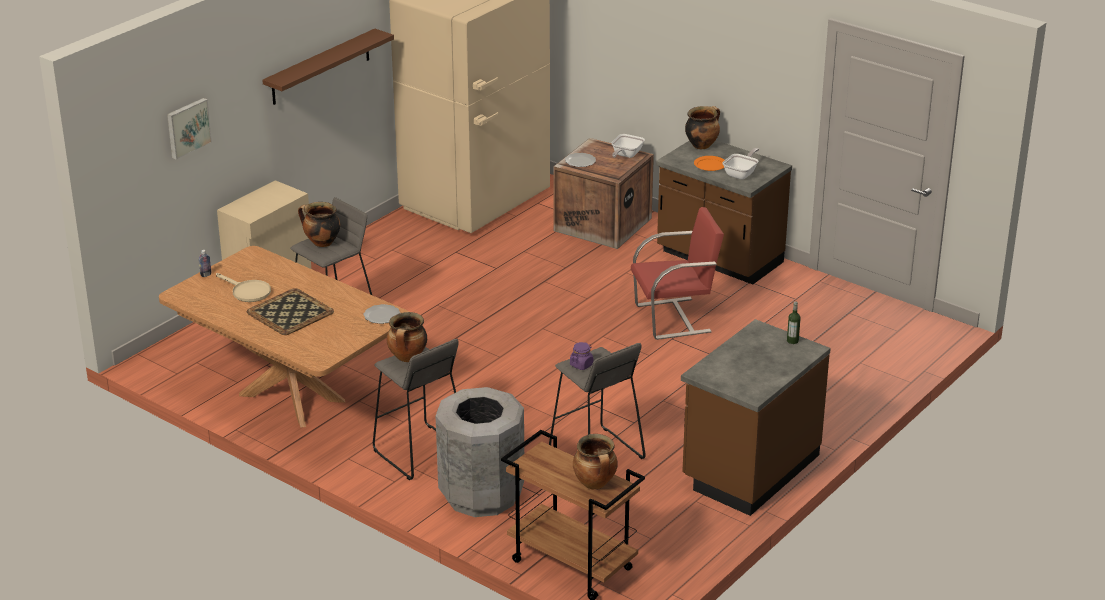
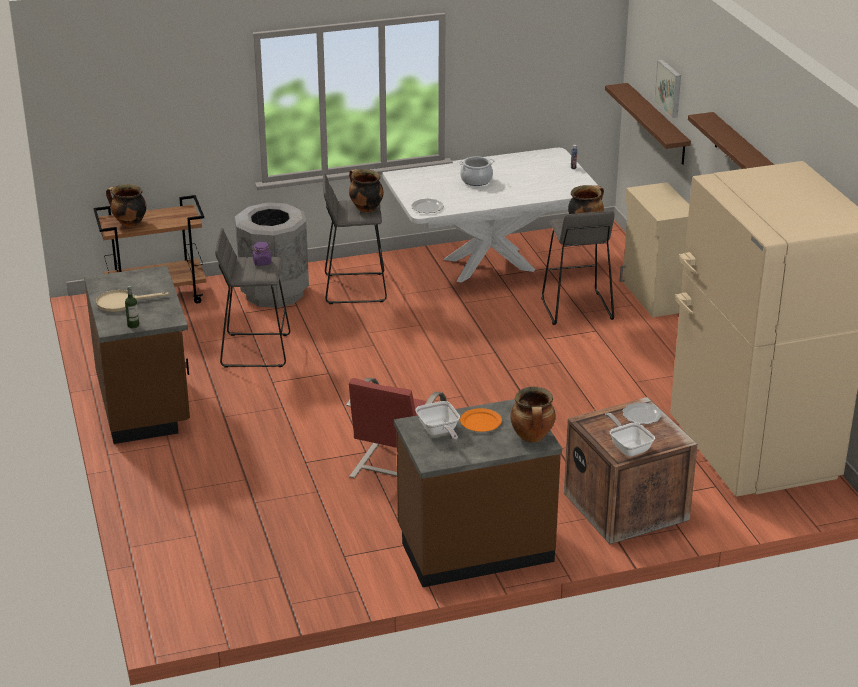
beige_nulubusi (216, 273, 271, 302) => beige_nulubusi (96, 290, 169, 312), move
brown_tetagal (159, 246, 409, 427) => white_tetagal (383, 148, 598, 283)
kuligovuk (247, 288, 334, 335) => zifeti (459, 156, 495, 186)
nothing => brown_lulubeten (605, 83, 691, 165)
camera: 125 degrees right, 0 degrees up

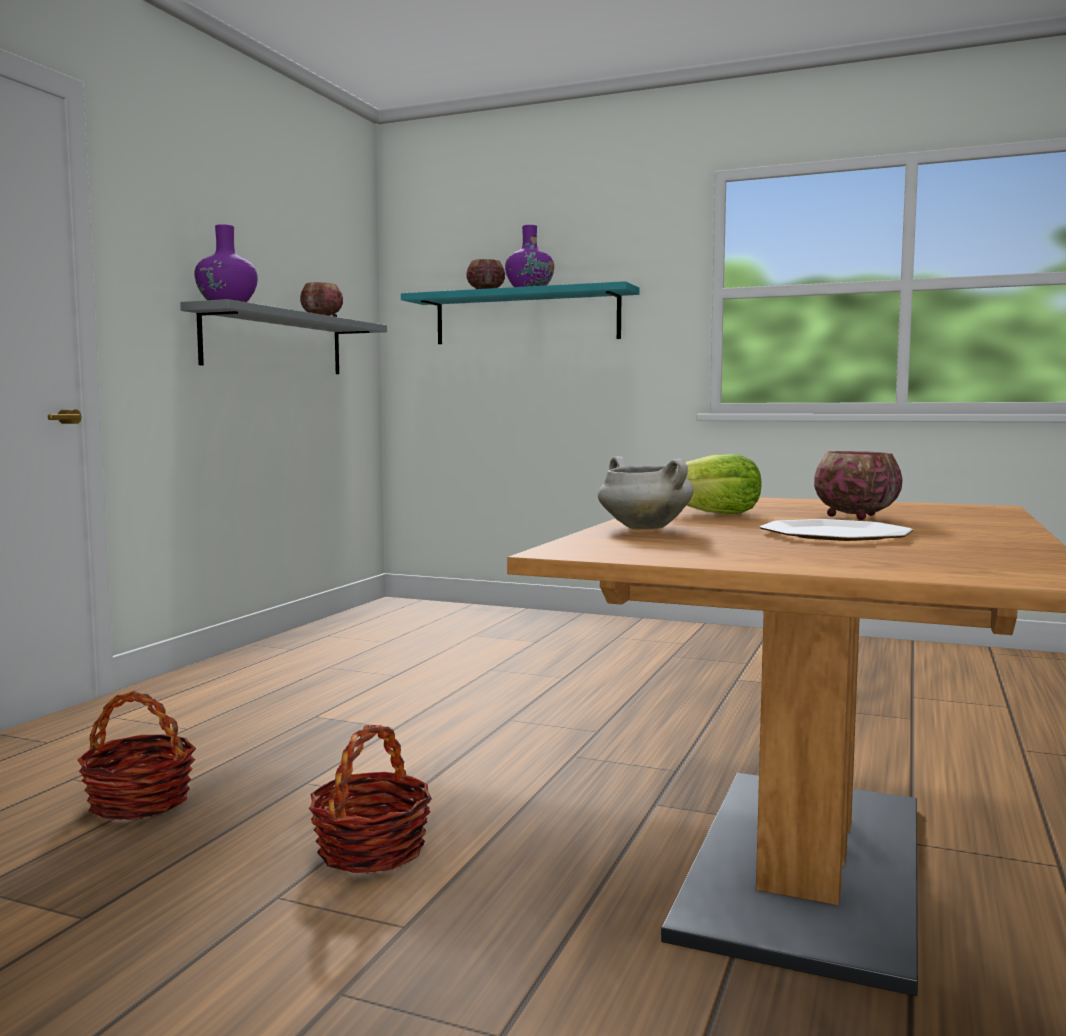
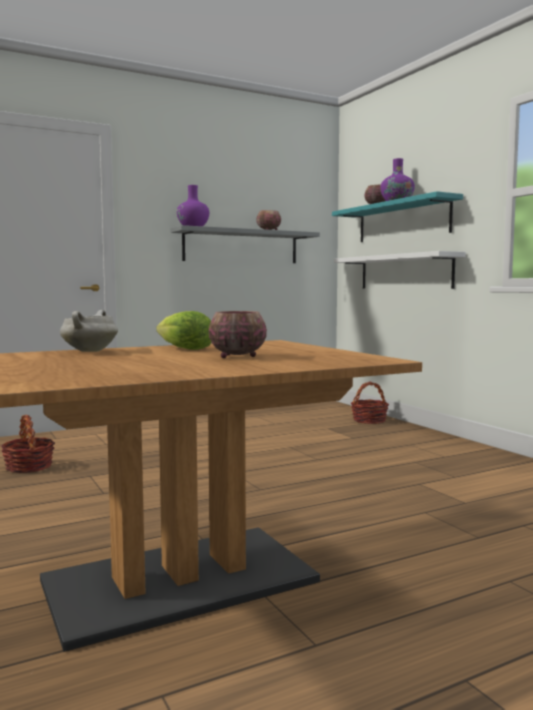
nothing => white_lulubeten (334, 251, 466, 289)
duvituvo (309, 725, 432, 874) => duvituvo (351, 381, 389, 424), move
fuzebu (760, 519, 913, 541) => nothing
camera: 40 degrees right, 0 degrees up

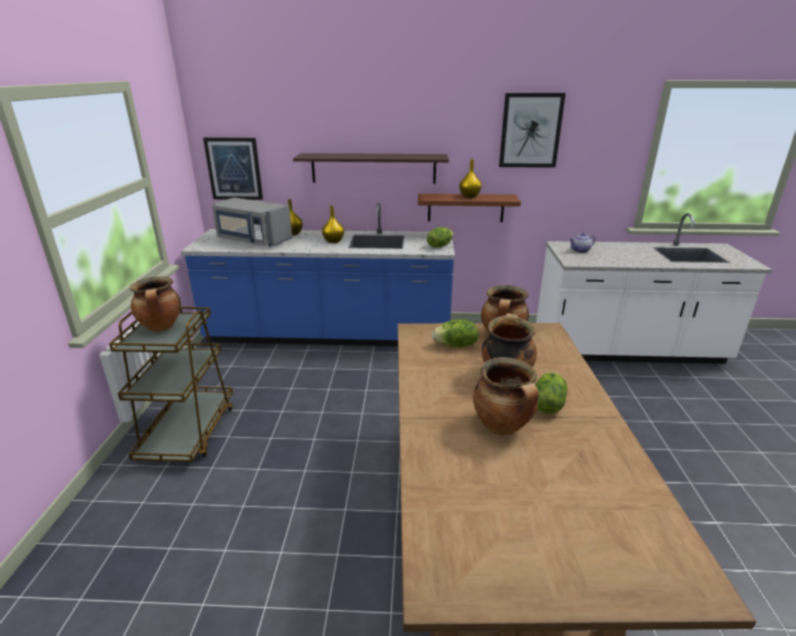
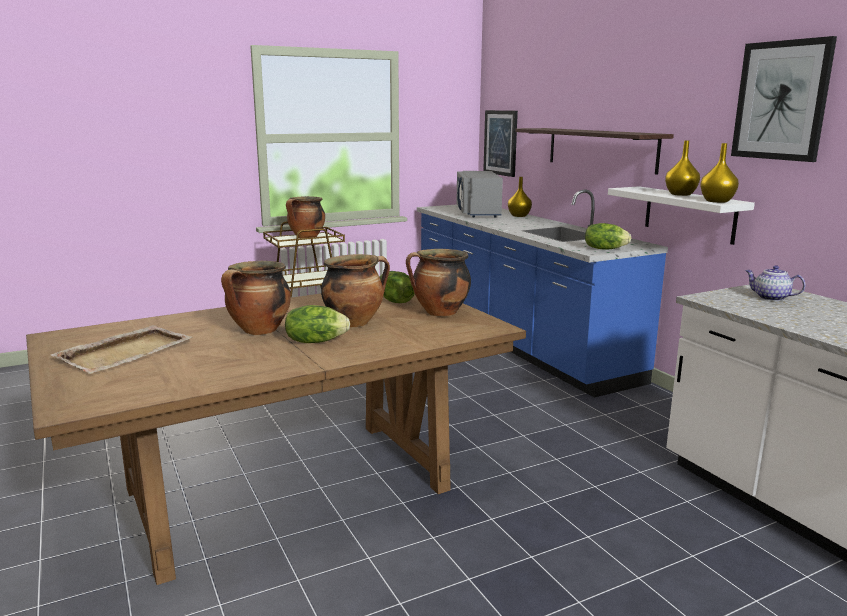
nothing => beige_kuligovuk (51, 325, 193, 374)
brown_lulubeten (418, 194, 521, 222) => white_lulubeten (608, 186, 755, 245)
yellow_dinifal (322, 206, 344, 243) => yellow_dinifal (700, 143, 739, 203), move
camera: 60 degrees right, 10 degrees down

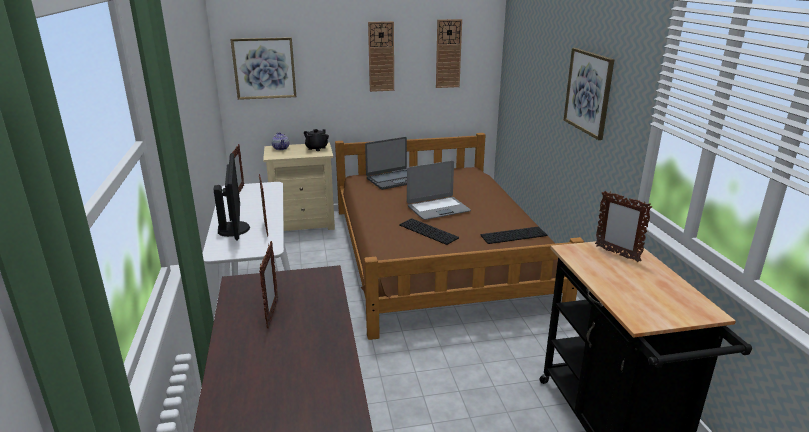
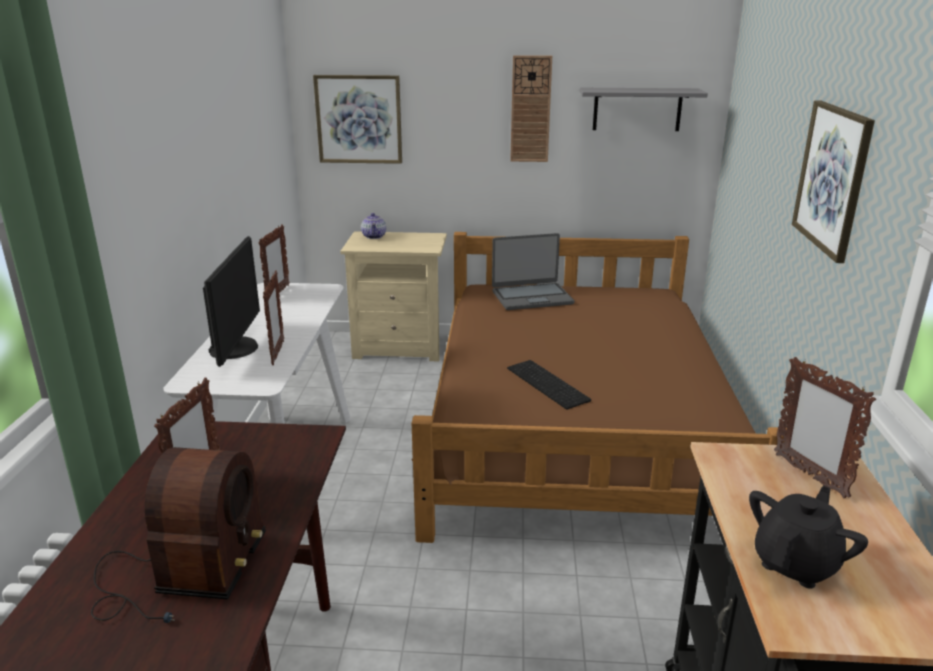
nothing => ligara (91, 447, 266, 623)
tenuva (436, 19, 462, 88) => grey_lulubeten (580, 88, 708, 131)
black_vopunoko (304, 129, 329, 151) => black_vopunoko (749, 486, 868, 588), move
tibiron (407, 161, 471, 220) => nothing
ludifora (480, 227, 547, 244) => nothing
camera: 15 degrees right, 0 degrees up

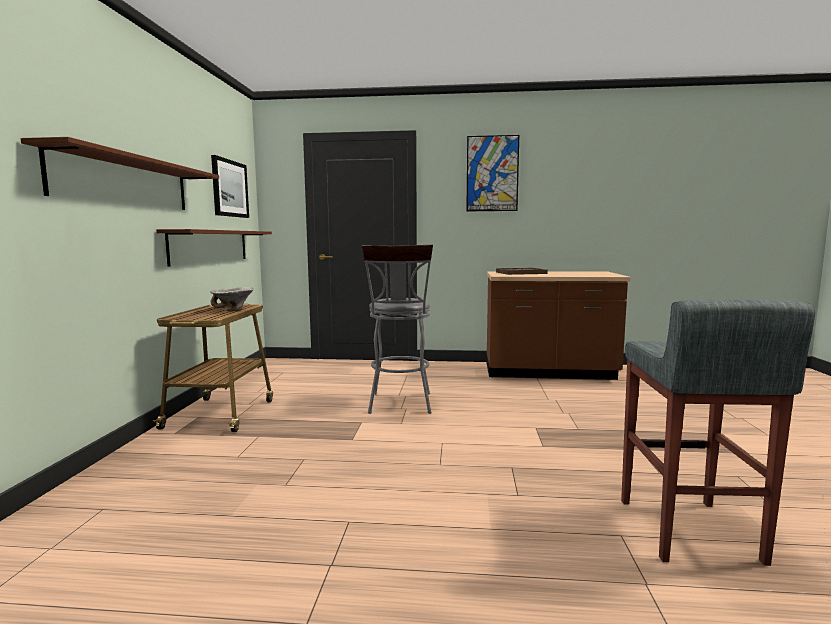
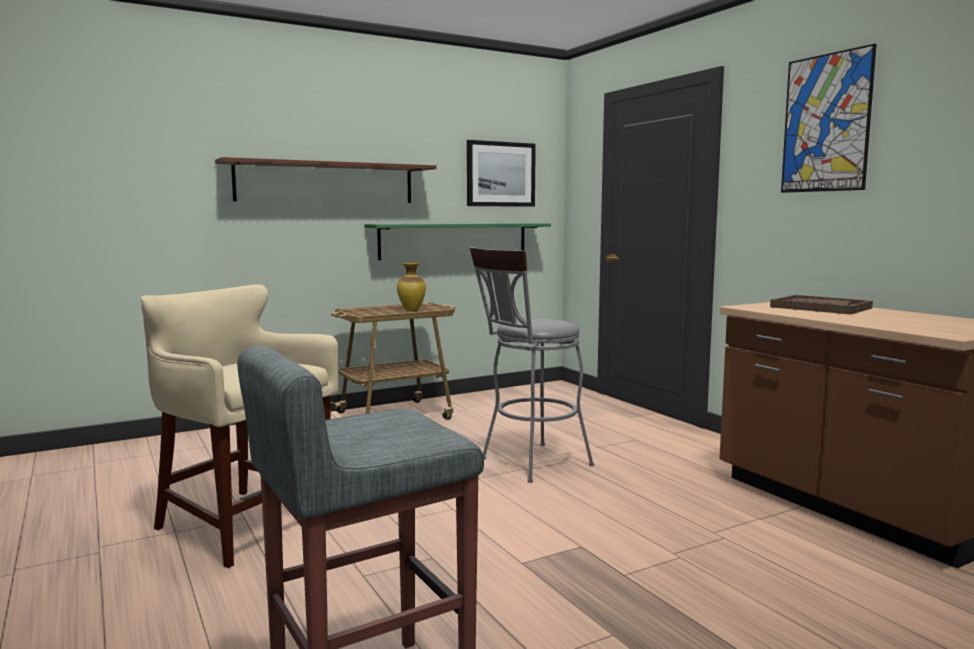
nothing => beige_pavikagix (140, 284, 339, 568)
brown_lulubeten (156, 229, 272, 267) => green_lulubeten (364, 223, 551, 260)
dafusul (210, 287, 254, 311) => dinifal (397, 263, 426, 311)
camera: 55 degrees right, 0 degrees up

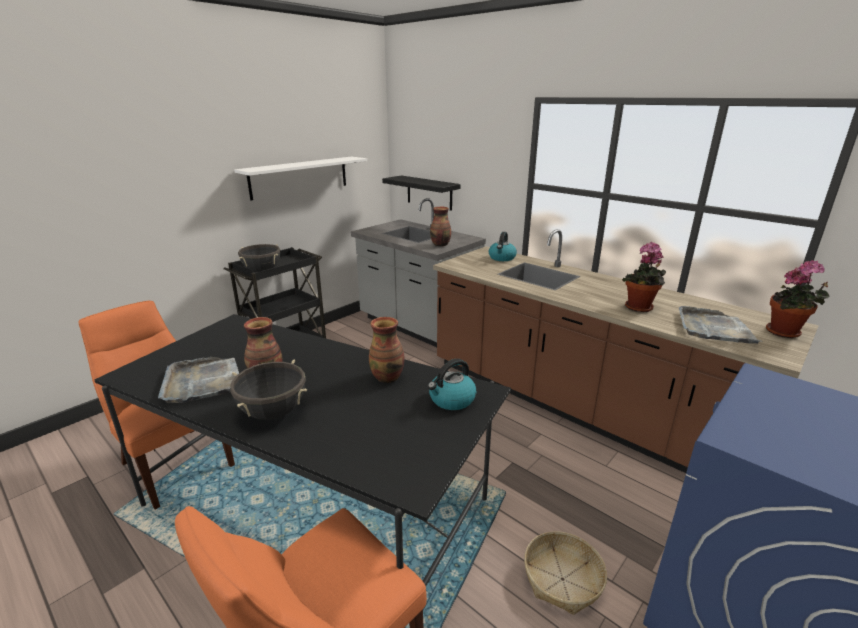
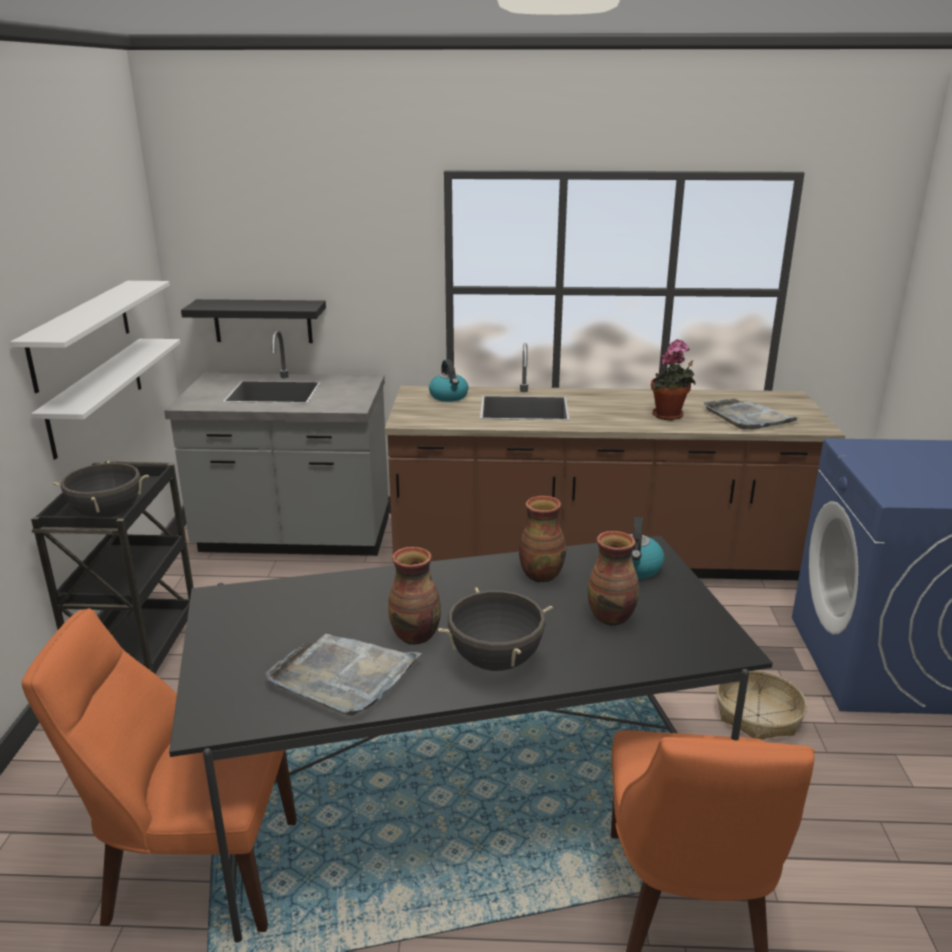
nothing => white_lulubeten (31, 339, 180, 460)
dinifal (430, 206, 451, 246) => dinifal (588, 531, 639, 626), move
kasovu (766, 260, 829, 338) => nothing
camera: 40 degrees left, 0 degrees up

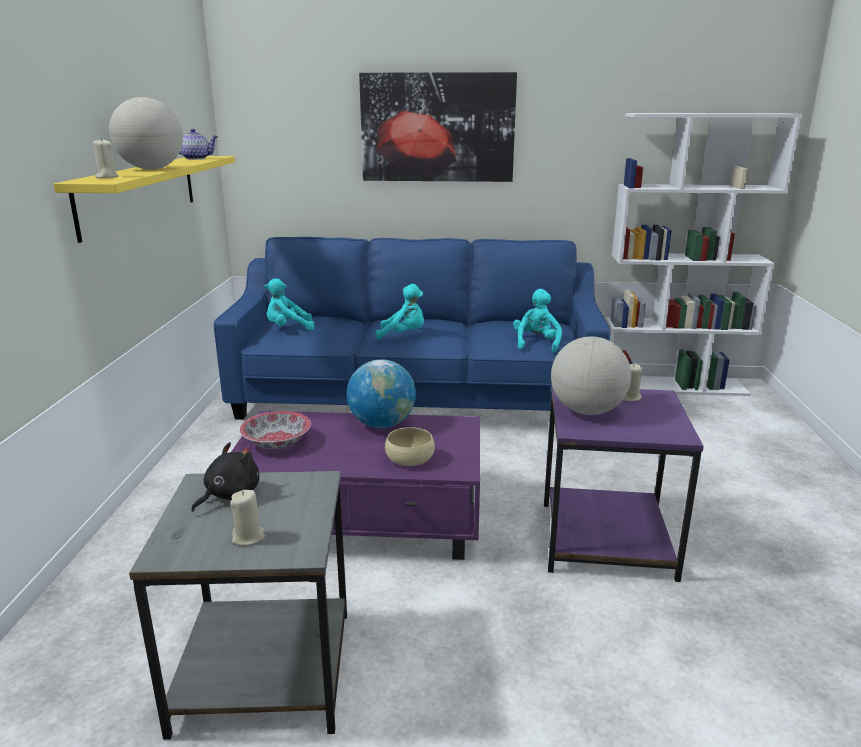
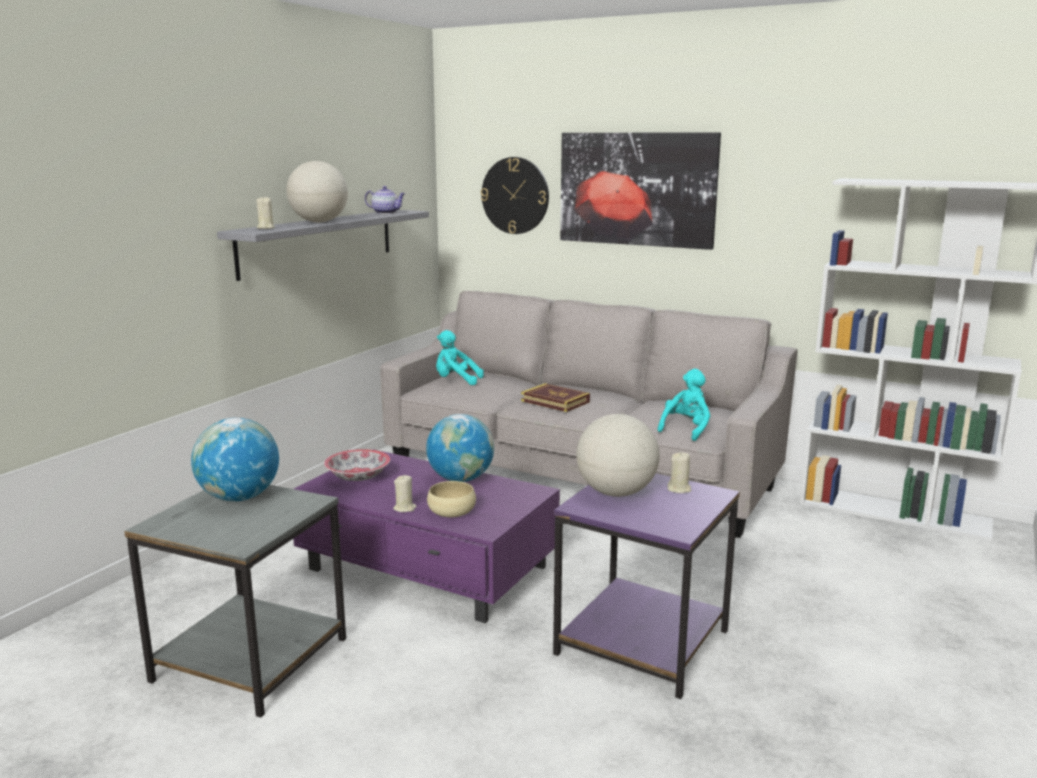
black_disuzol (191, 442, 259, 512) => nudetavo (191, 418, 279, 501)
yellow_lulubeten (54, 156, 235, 243) => grey_lulubeten (217, 210, 429, 281)
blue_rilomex (214, 237, 610, 420) => grey_rilomex (380, 291, 798, 538)
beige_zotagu (230, 490, 265, 546) => beige_zotagu (393, 475, 417, 512), move
nothing => tenuva (481, 157, 549, 234)
turquoise_disuzol (376, 284, 424, 340) => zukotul (521, 383, 590, 412)
camera: 25 degrees right, 5 degrees down

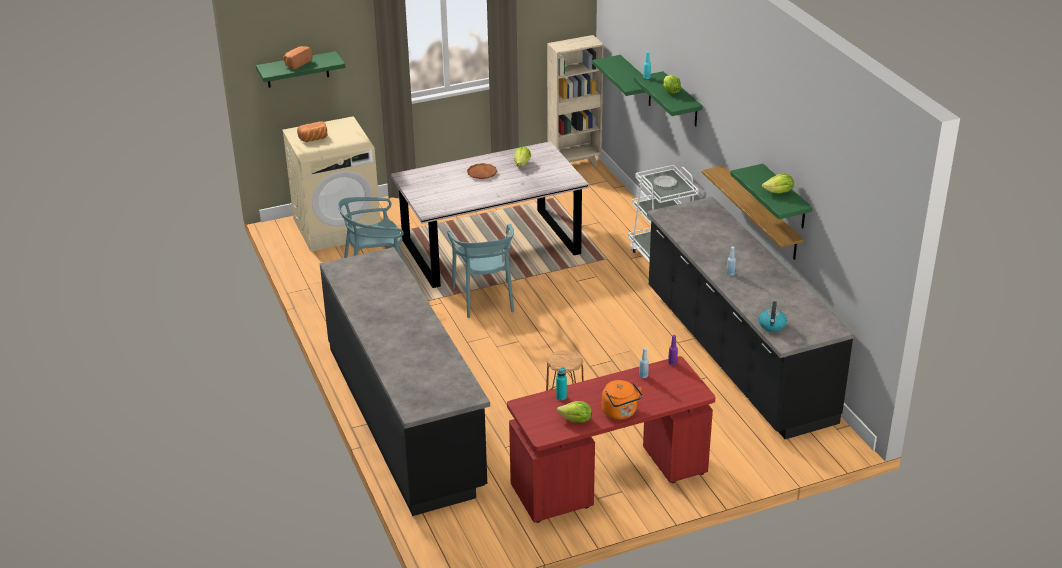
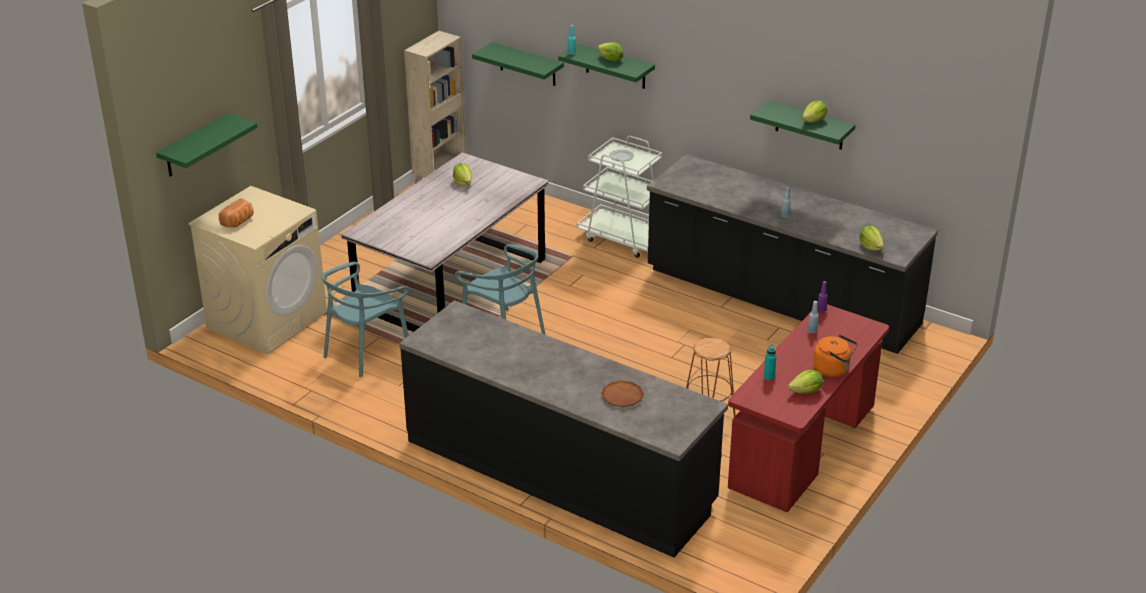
brown_fuzebu (467, 163, 497, 179) => brown_fuzebu (601, 380, 644, 407), move
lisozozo (759, 301, 787, 332) => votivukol (860, 226, 884, 251)
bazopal (283, 46, 312, 69) => nothing
lulubeten (701, 165, 804, 260) => nothing
camera: 35 degrees left, 0 degrees up

